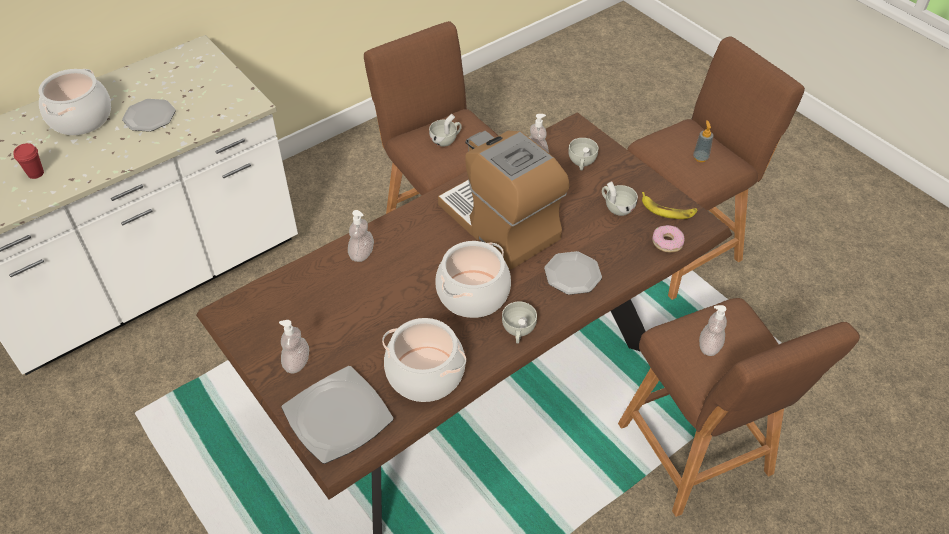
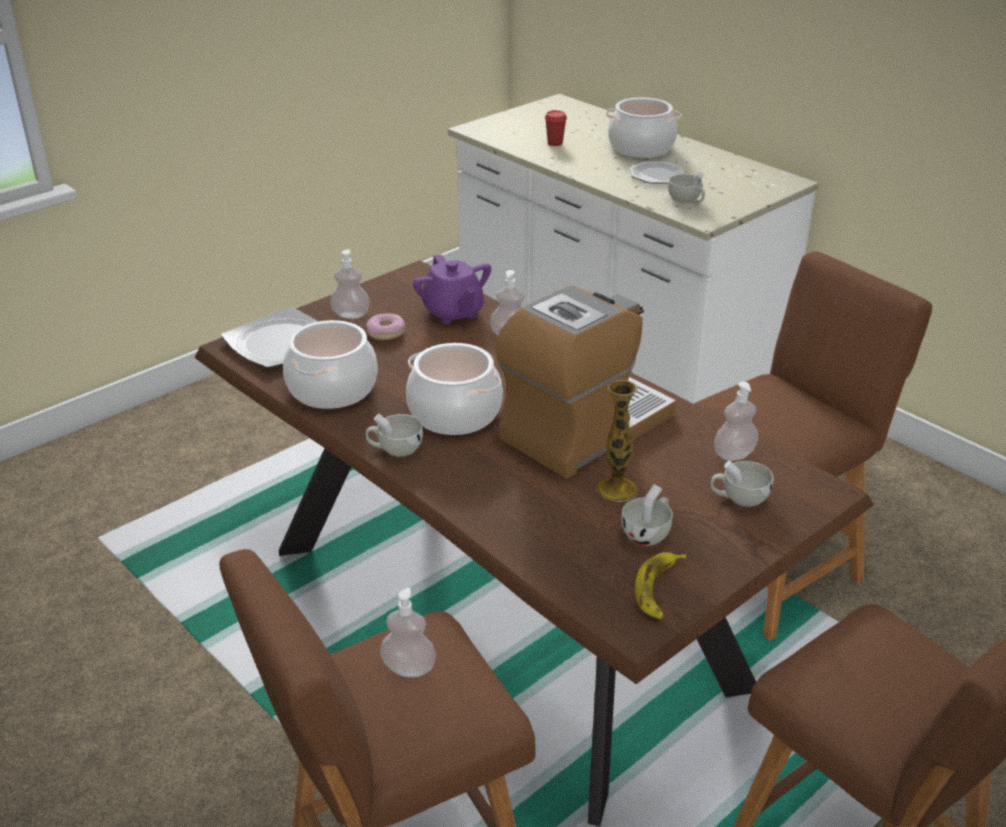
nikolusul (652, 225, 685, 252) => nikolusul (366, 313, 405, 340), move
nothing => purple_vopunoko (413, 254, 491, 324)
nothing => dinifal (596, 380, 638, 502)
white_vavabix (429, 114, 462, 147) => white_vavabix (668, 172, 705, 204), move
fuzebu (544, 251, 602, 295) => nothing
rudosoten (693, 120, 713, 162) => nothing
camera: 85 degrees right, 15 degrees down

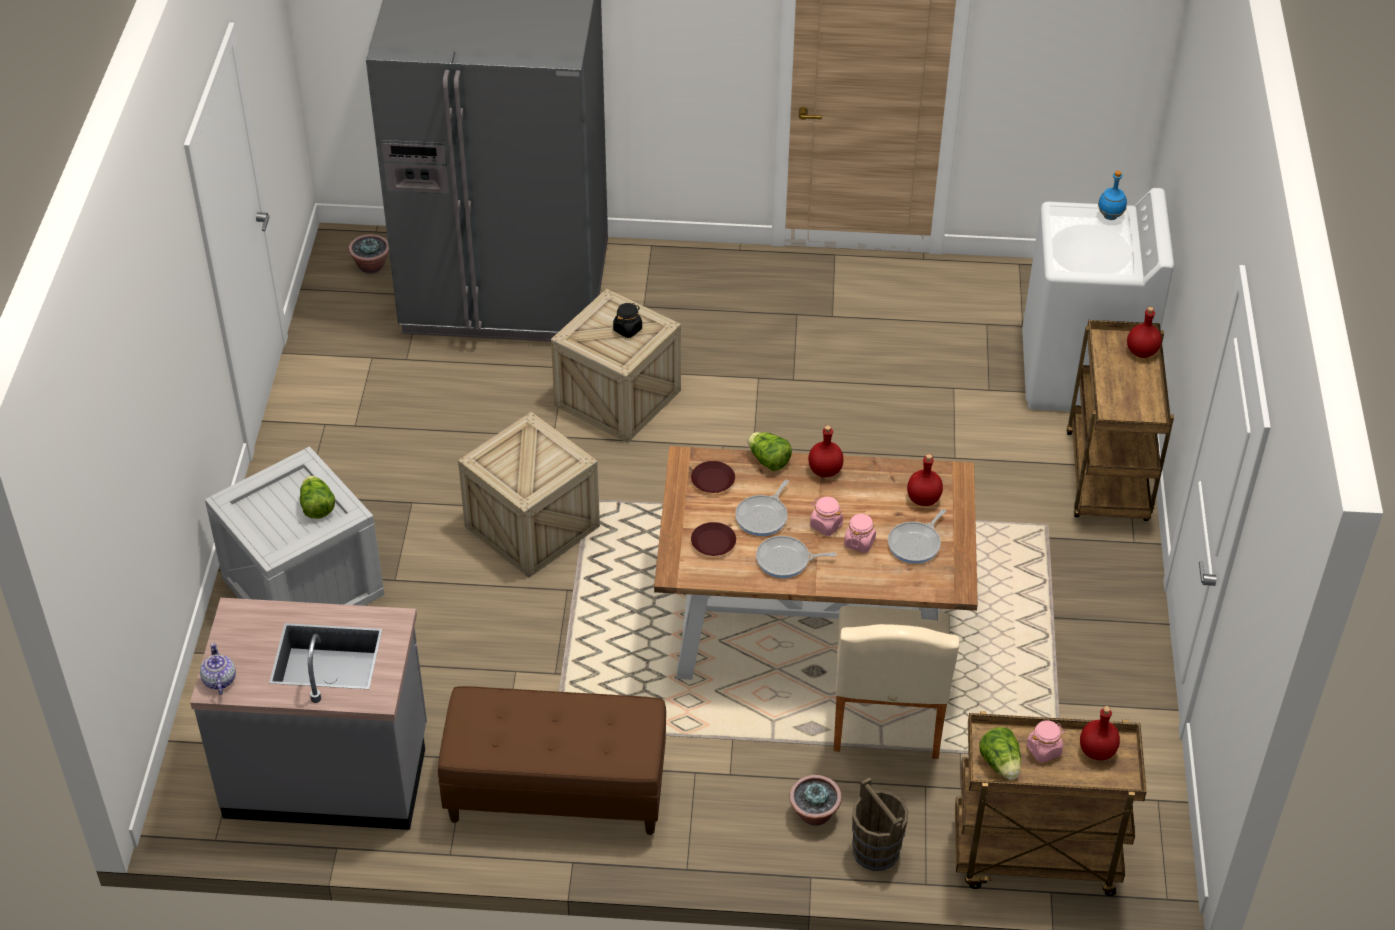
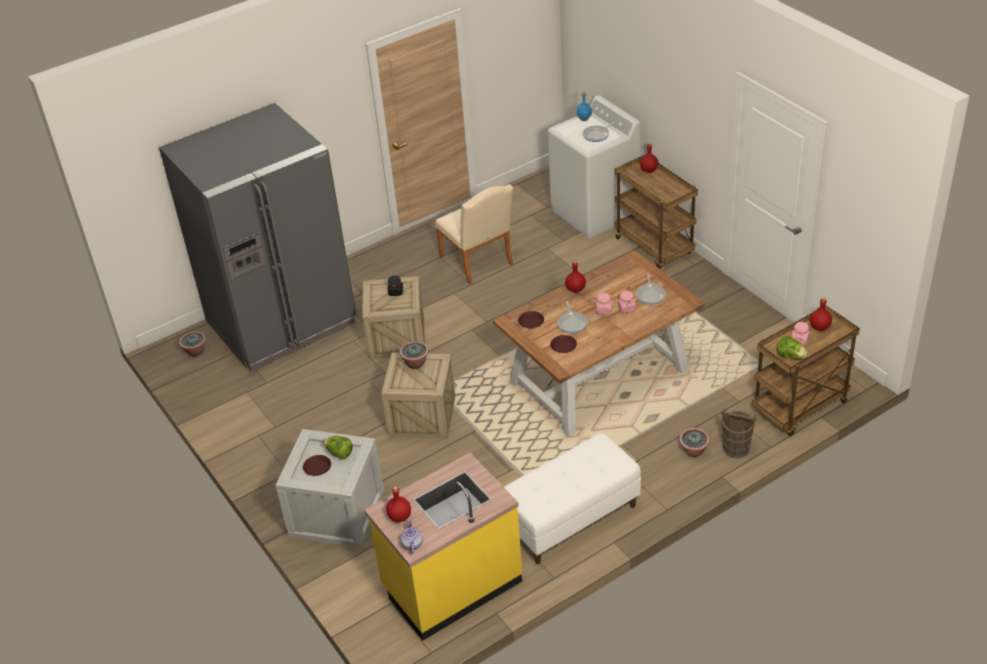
nothing => brown_fuzebu (303, 455, 331, 476)
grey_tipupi (190, 598, 427, 830) => yellow_tipupi (364, 453, 522, 641)
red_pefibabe (907, 454, 943, 506) => red_pefibabe (386, 486, 411, 522), move
nothing => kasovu (399, 341, 429, 369)
vopunoko (200, 642, 236, 695) => vopunoko (400, 520, 423, 554), 45 degrees clockwise
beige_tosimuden (834, 606, 960, 759) => beige_tosimuden (435, 184, 513, 284), move
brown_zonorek (438, 686, 666, 835) => white_zonorek (504, 433, 641, 564)
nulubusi (756, 536, 837, 578) => nulubusi (583, 122, 616, 142), move
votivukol (747, 432, 792, 471) => nothing
camera: 35 degrees left, 5 degrees down

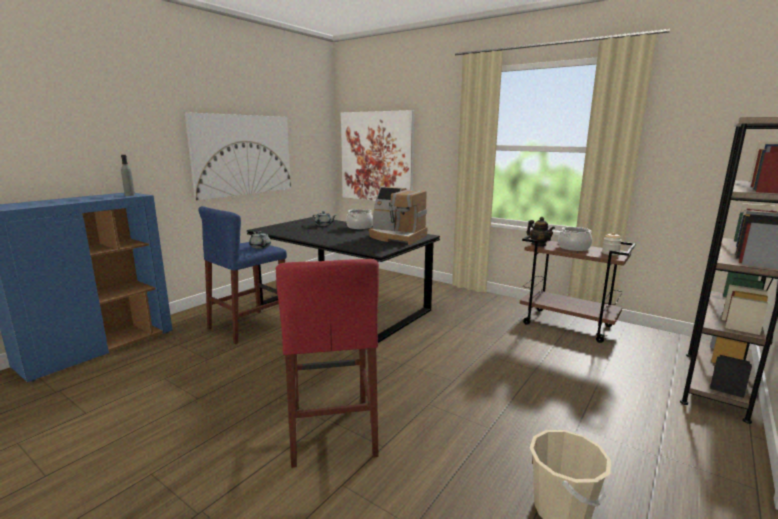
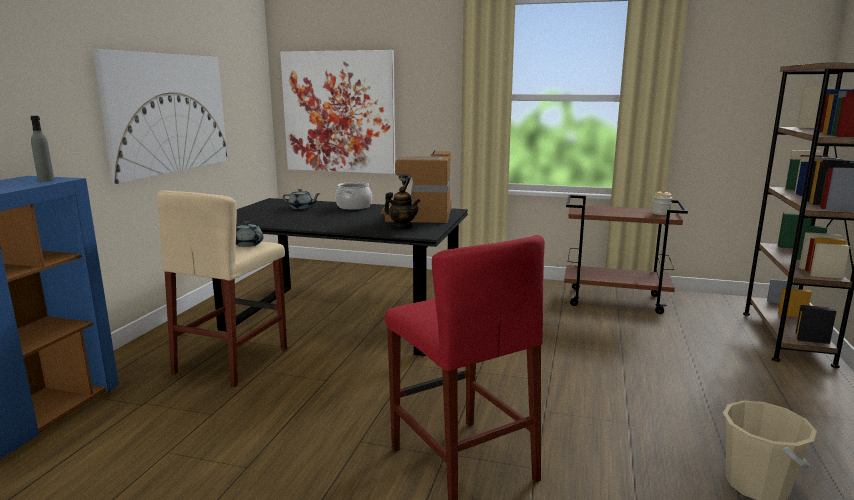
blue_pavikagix (198, 206, 287, 344) => beige_pavikagix (157, 190, 287, 387)
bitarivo (369, 187, 427, 245) => bitarivo (381, 150, 451, 223), 90 degrees clockwise
vopunoko (526, 217, 555, 246) => vopunoko (384, 187, 420, 228), move
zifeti (558, 227, 592, 251) => nothing
camera: 20 degrees left, 0 degrees up

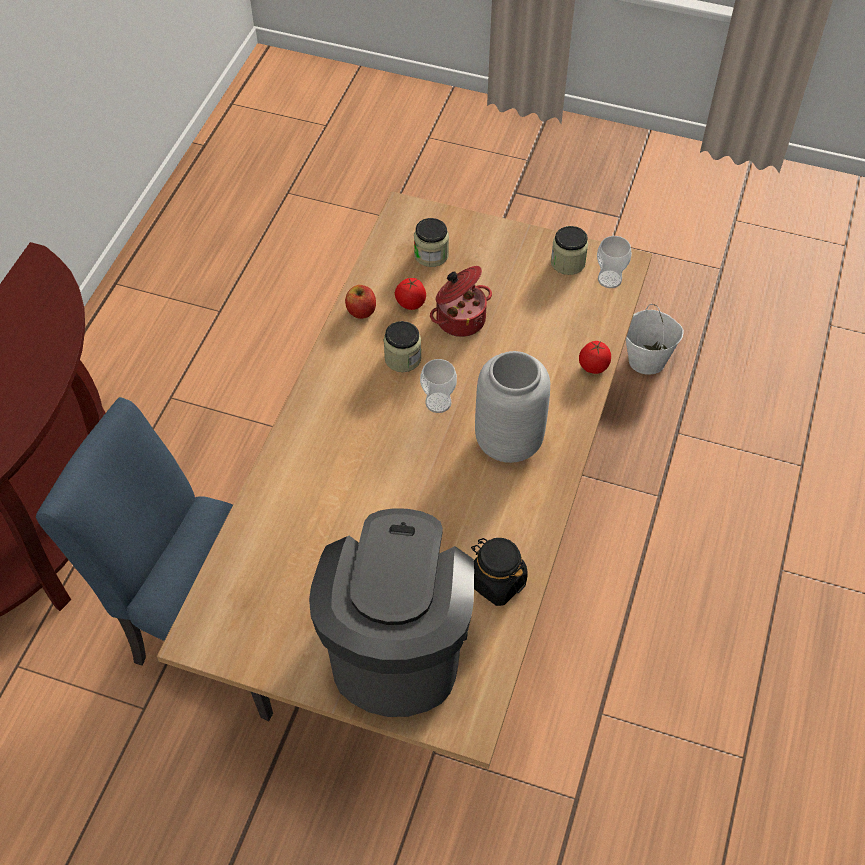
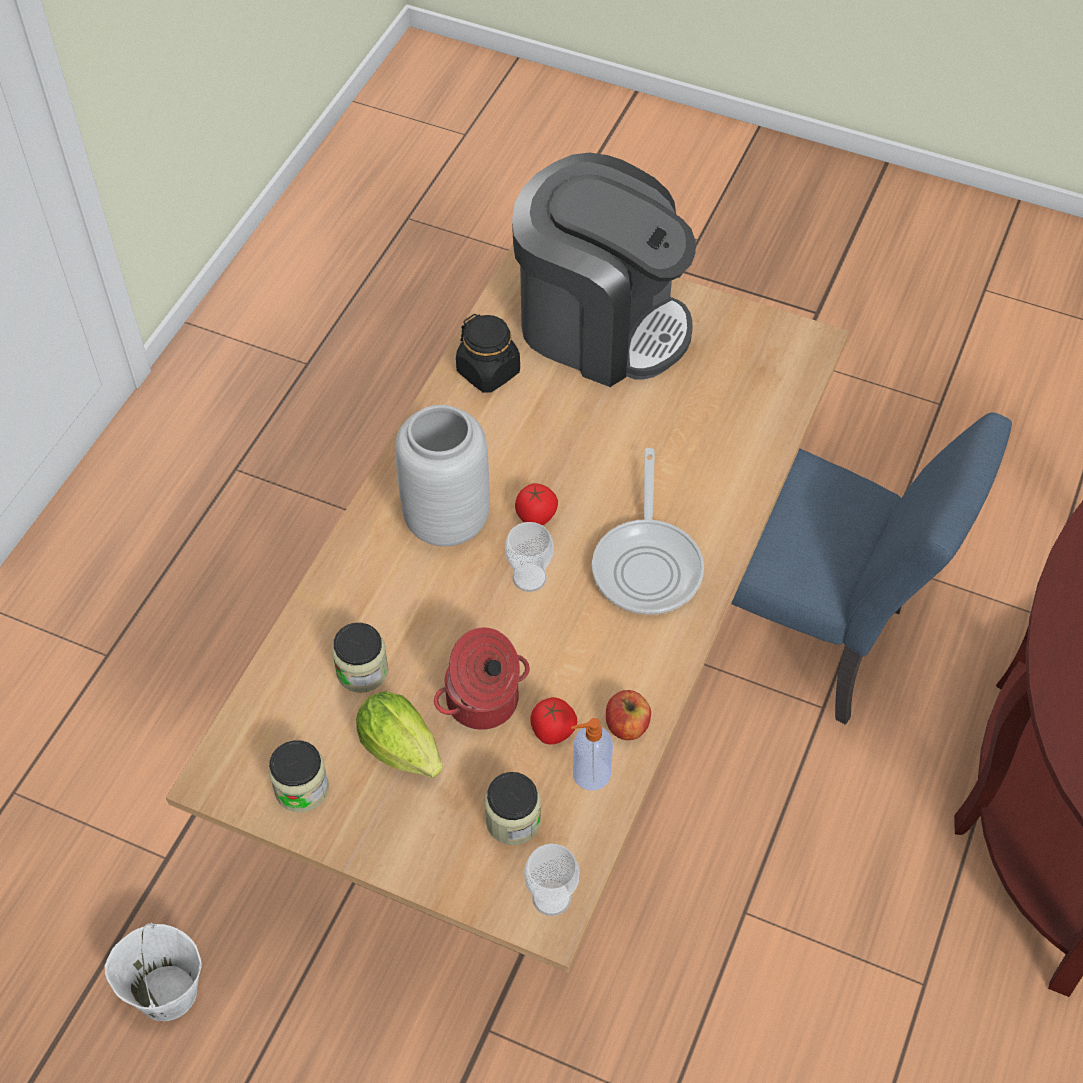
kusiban (384, 321, 421, 372) => kusiban (332, 623, 388, 693), move
nothing => votivukol (356, 691, 443, 778)
bitarivo (309, 508, 474, 717) => bitarivo (512, 152, 696, 387), 75 degrees counterclockwise
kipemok (579, 341, 611, 374) => kipemok (515, 483, 558, 526), move
vavabix (597, 236, 632, 288) => vavabix (524, 844, 580, 916), move
nothing => rudosoten (571, 718, 613, 790)
nothing => nulubusi (592, 448, 704, 615)
camera: 175 degrees left, 0 degrees up

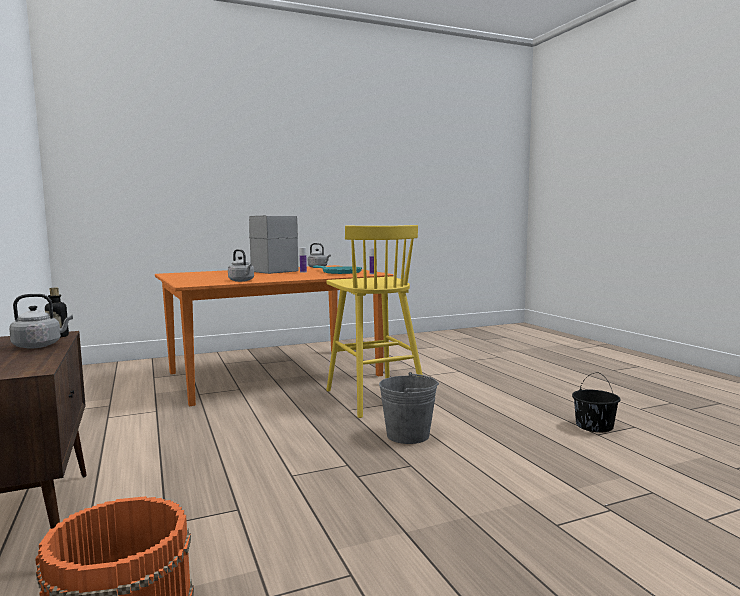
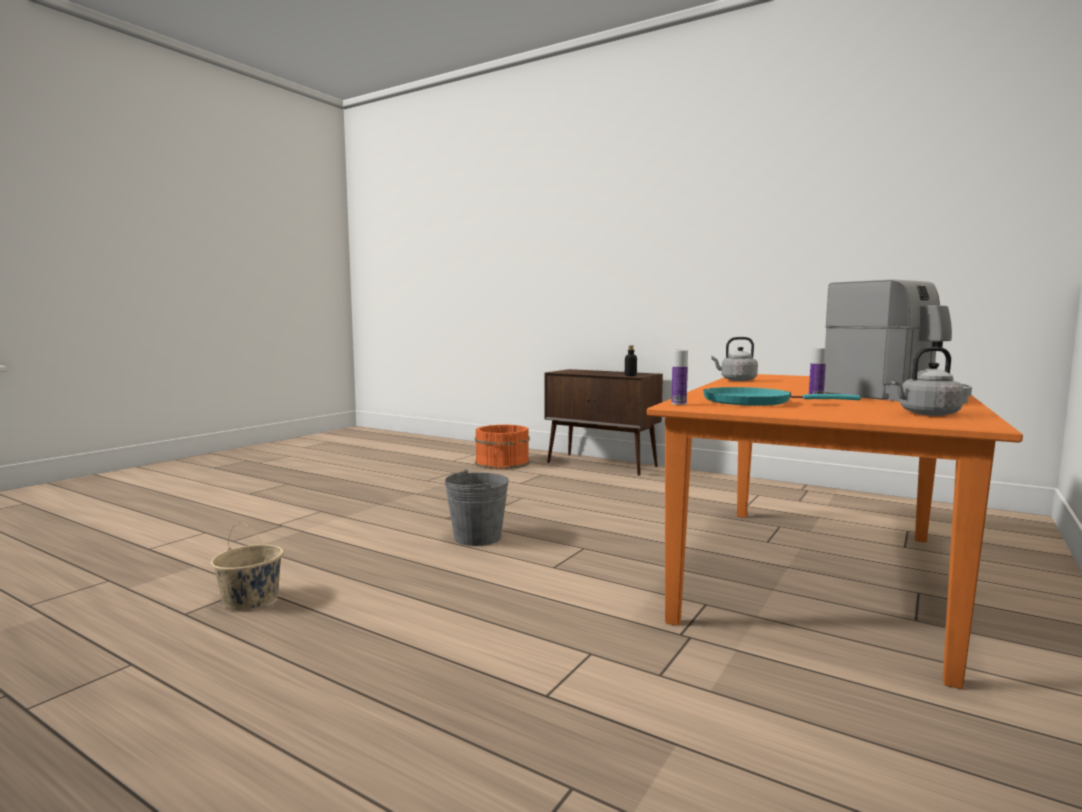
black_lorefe (572, 373, 621, 432) => beige_lorefe (211, 523, 284, 610)
bitarivo (249, 215, 298, 274) => bitarivo (824, 279, 972, 404), 45 degrees clockwise
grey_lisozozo (9, 294, 73, 348) => nothing
yellow_pavikagix (326, 225, 423, 418) => nothing
camera: 145 degrees right, 0 degrees up

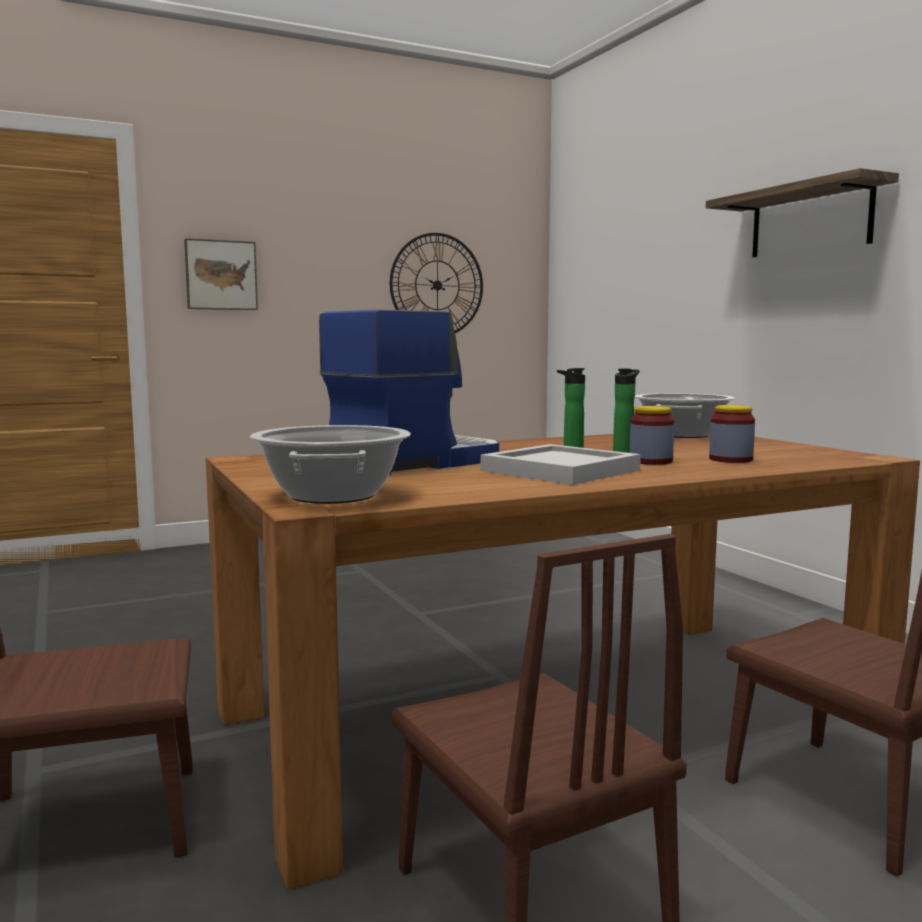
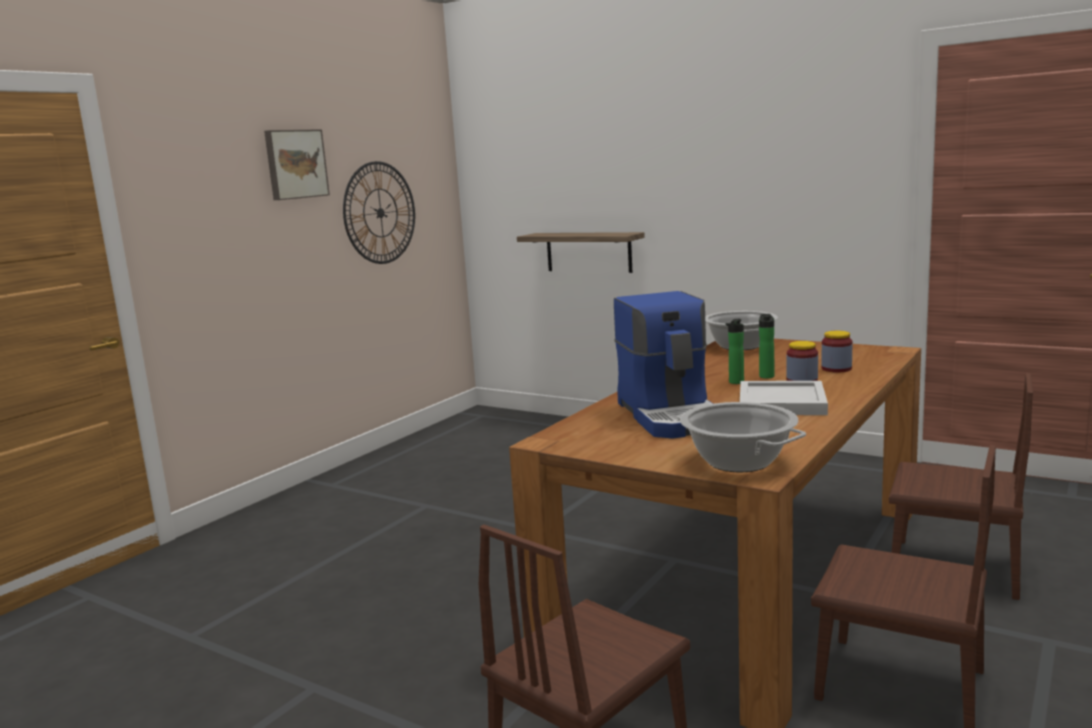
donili (184, 238, 258, 310) => donili (264, 129, 330, 200), move
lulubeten (706, 168, 899, 257) => lulubeten (517, 232, 645, 273), move
bitarivo (319, 309, 499, 475) => bitarivo (614, 291, 713, 439), 150 degrees clockwise
camera: 30 degrees left, 5 degrees up

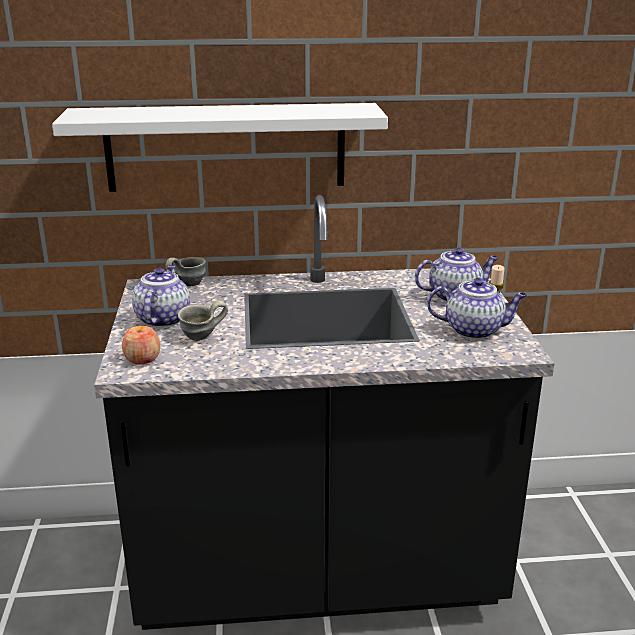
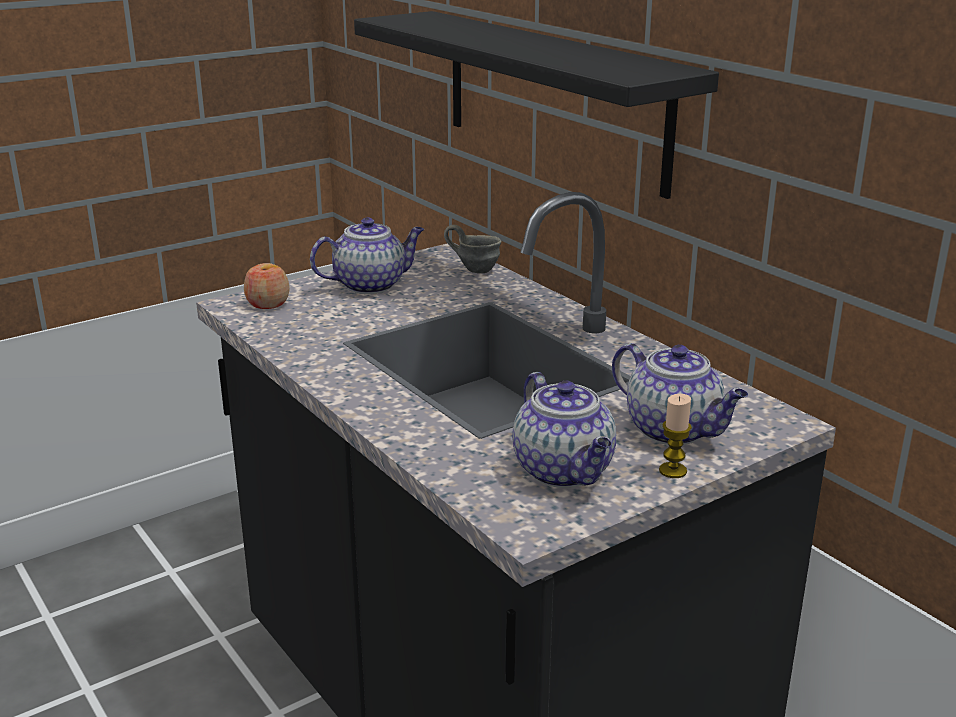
white_lulubeten (52, 103, 388, 192) => black_lulubeten (354, 11, 719, 199)
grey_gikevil (178, 300, 228, 341) => nothing
camera: 60 degrees right, 0 degrees up

